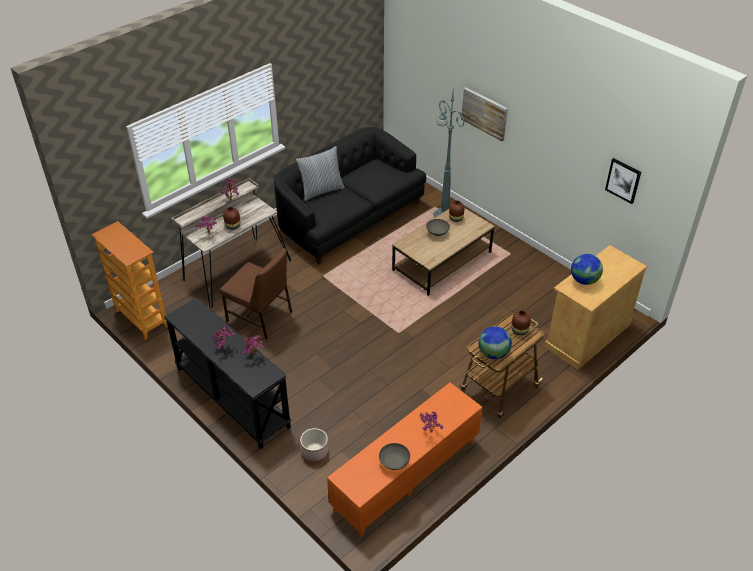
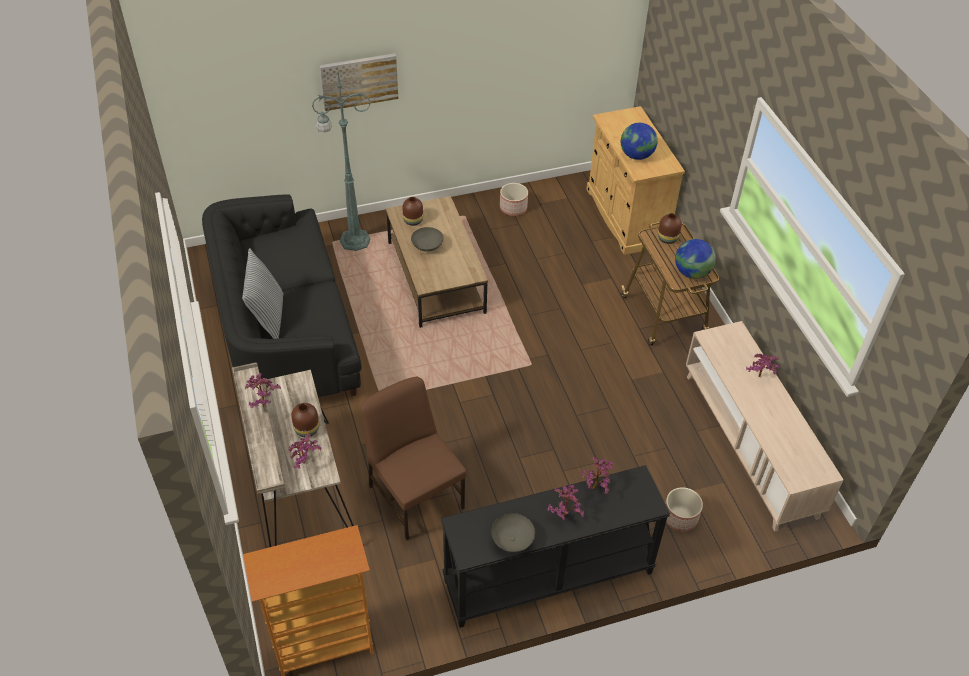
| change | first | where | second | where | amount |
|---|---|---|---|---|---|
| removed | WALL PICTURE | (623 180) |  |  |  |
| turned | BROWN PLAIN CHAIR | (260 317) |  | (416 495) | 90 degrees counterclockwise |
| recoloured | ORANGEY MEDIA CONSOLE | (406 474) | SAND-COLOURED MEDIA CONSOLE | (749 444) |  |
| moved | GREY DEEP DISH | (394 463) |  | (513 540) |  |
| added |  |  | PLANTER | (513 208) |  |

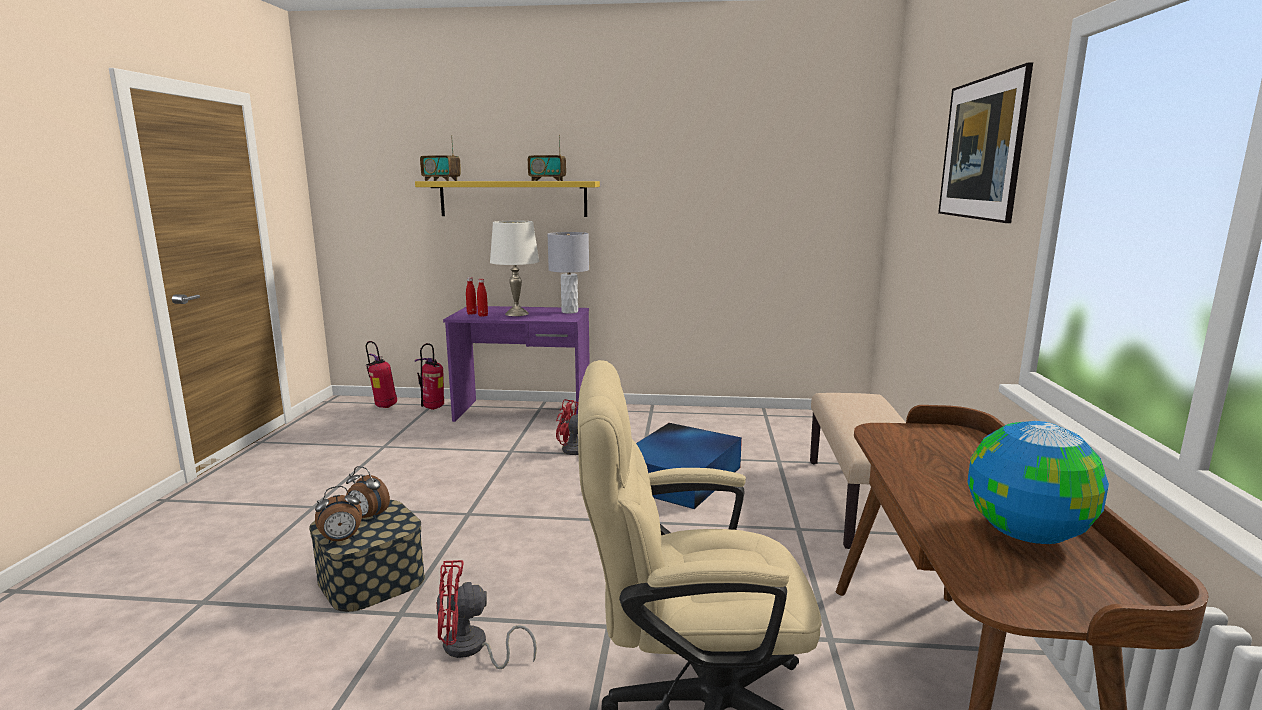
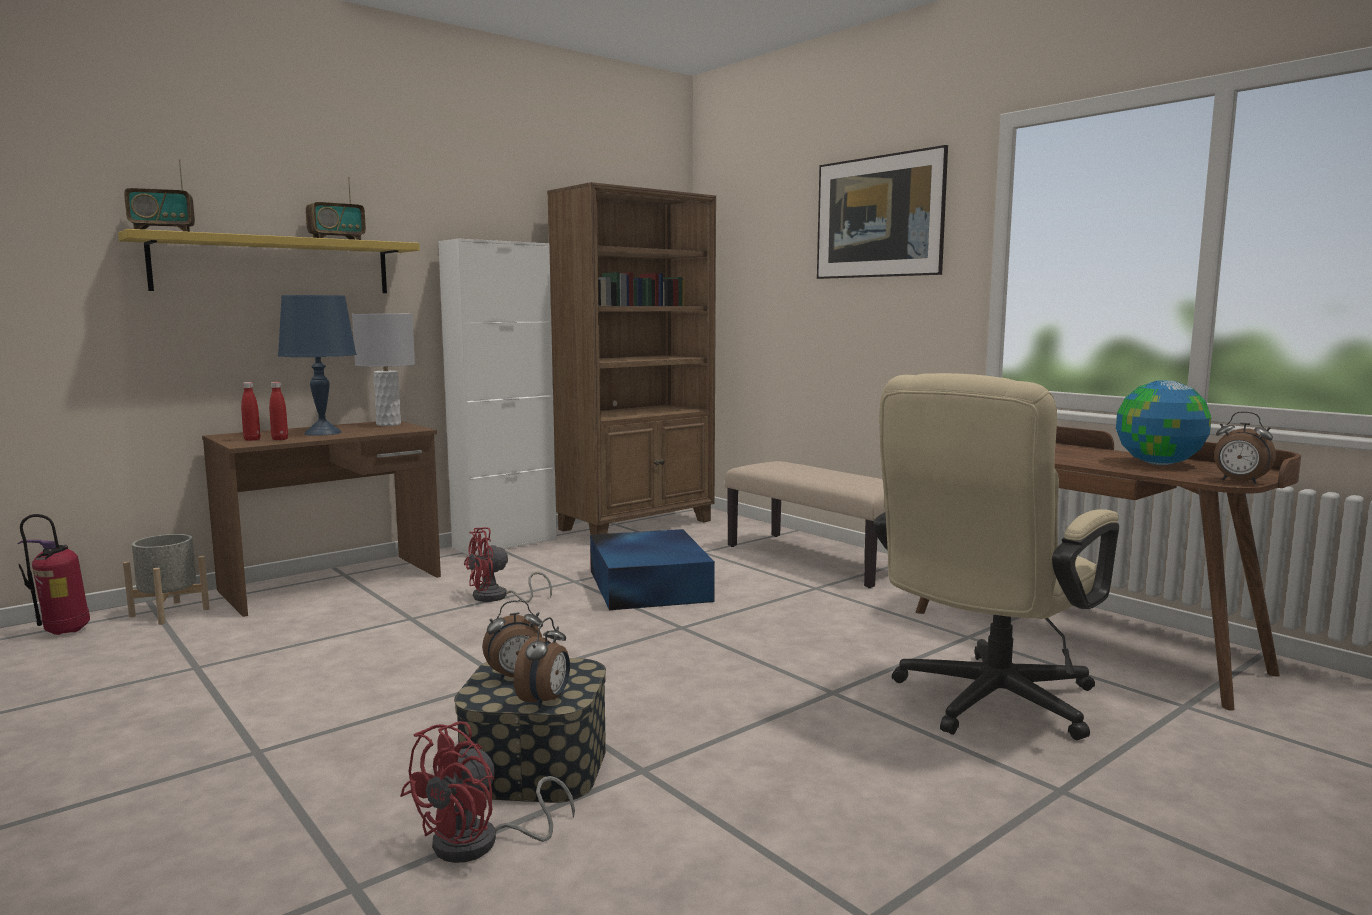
| change | first | where | second | where | amount |
|---|---|---|---|---|---|
| recoloured | WHITISH LAMP FOR A TABLE | (516 314) | BLUISH LAMP FOR A TABLE | (322 433) |  |
| recoloured | PURPLISH DESK | (523 413) | BROWN DESK | (333 583) |  |
| replaced | FIRE EXTINGUISHER | (433 408) | GREY PLANTER | (169 613) |  |
| moved | RED-COLOURED ELECTRIC FAN | (471 649) |  | (480 844) |  |
| added |  |  | BROWN SHELVING UNIT | (638 525) |  |
| added |  |  | WHITISH CABINET | (505 544) |  |
| added |  |  | BEDSIDE CLOCK | (1239 481) |  |

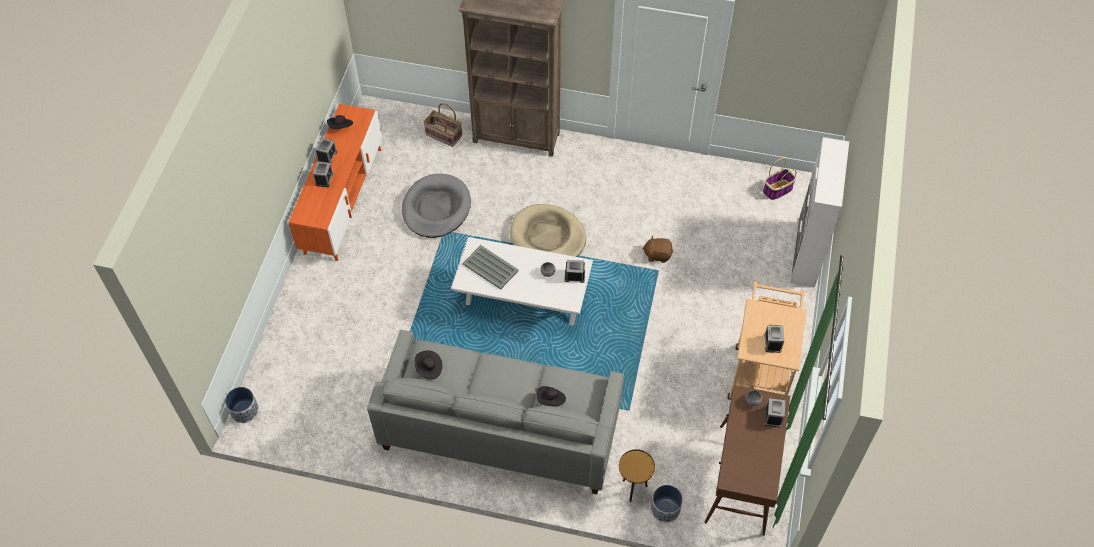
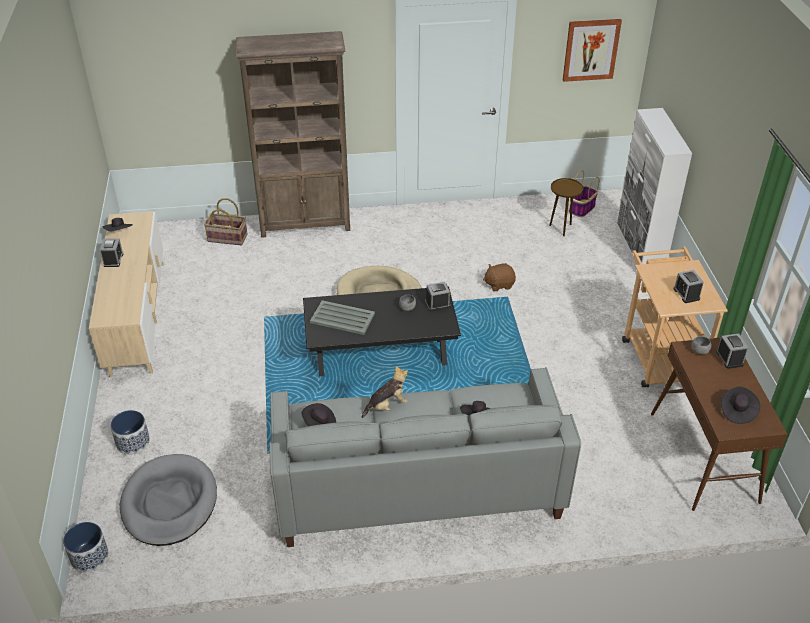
| change | first | where | second | where | amount |
|---|---|---|---|---|---|
| recoloured | ORANGEY MEDIA CONSOLE | (343 200) | SAND-COLOURED MEDIA CONSOLE | (137 316) |  |
| removed | BEDSIDE CLOCK | (324 179) |  |  |  |
| moved | GREY DOG CUSHION | (436 208) |  | (169 503) |  |
| recoloured | WHITISH LOUNGE TABLE | (523 300) | BLACK-COLOURED LOUNGE TABLE | (381 357) |  |
| moved | BROWN END TABLE | (633 489) |  | (561 228) |  |
| moved | PLANTER | (665 509) |  | (132 442) |  |
| added |  |  | WALL PICTURE | (591 49) |  |
| added |  |  | SOFT TOY | (387 406) |  |
| added |  |  | BLACK-COLOURED WEARABLE HAT | (737 411) |  |

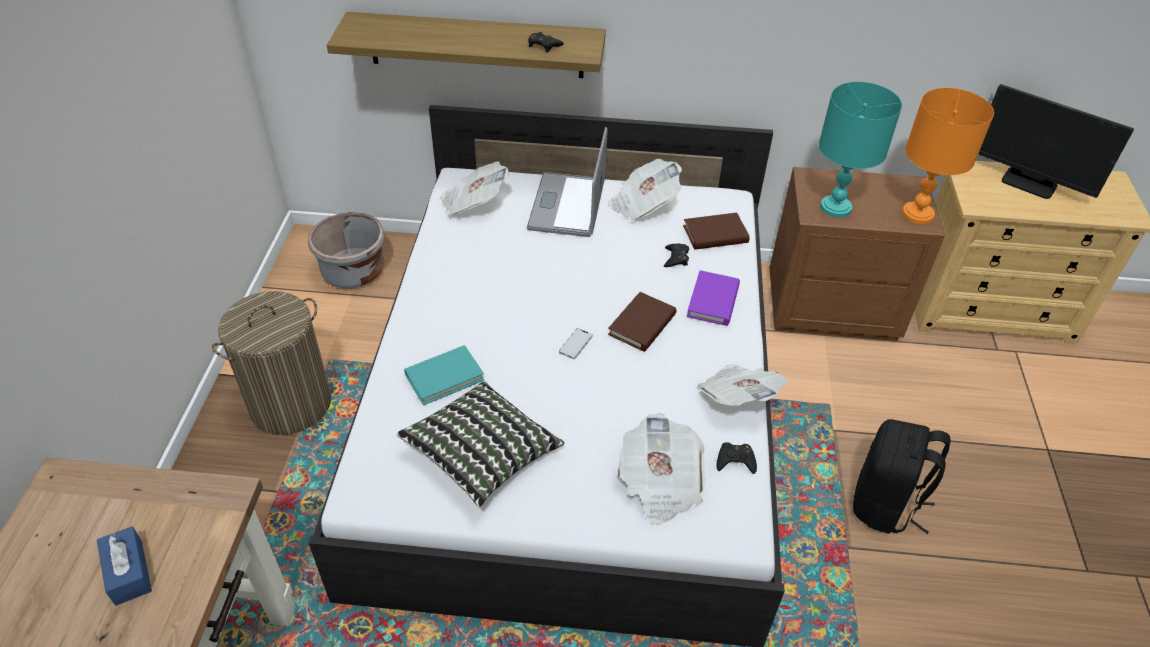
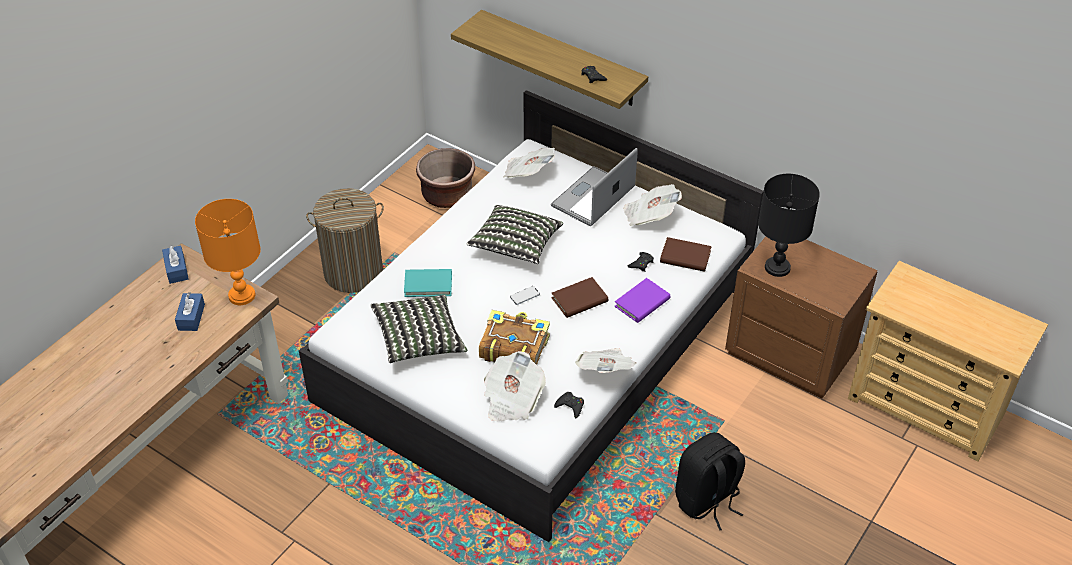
| change | first | where | second | where | amount |
|---|---|---|---|---|---|
| recoloured | TURQUOISE-COLOURED LAMP FOR A TABLE | (835 208) | BLACK-COLOURED LAMP FOR A TABLE | (777 268) |  |
| removed | COMPUTER DISPLAY | (1029 183) |  |  |  |
| moved | ORANGEY LAMP FOR A TABLE | (917 213) |  | (242 295) |  |
| recoloured | GREY PLANTER | (353 272) | BROWN PLANTER | (447 195) |  |
| added |  |  | PILLOW | (515 245) |  |
| added |  |  | BLUISH TISSUE BOX | (176 270) |  |
| added |  |  | VOLUME | (513 347) |  |

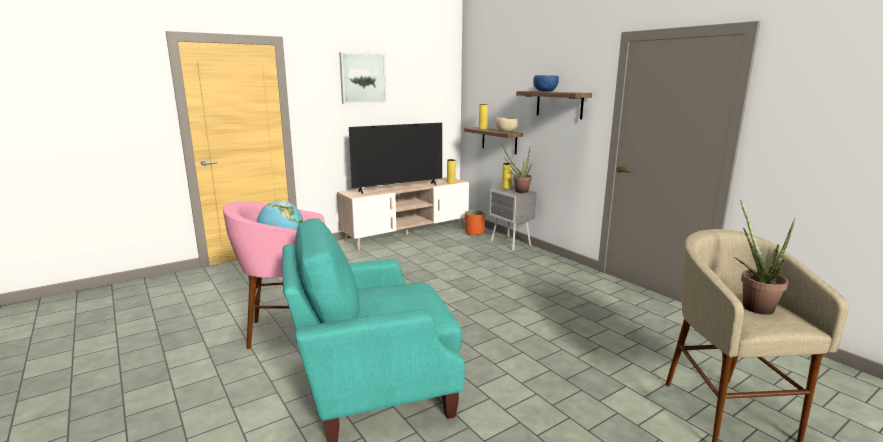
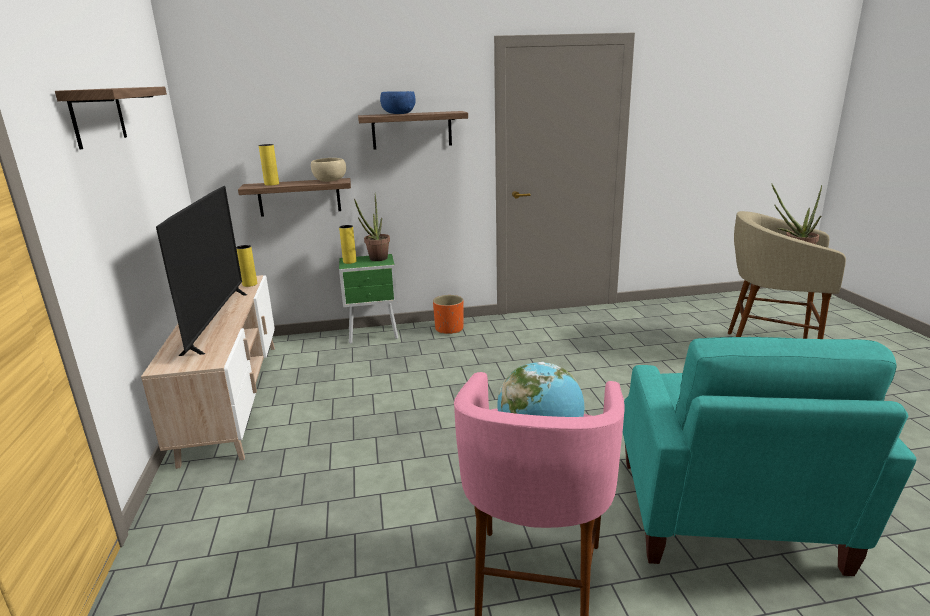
| change | first | where | second | where | amount |
|---|---|---|---|---|---|
| replaced | WALL PICTURE | (363 78) | BRACKET SHELF | (98 116) |  |
| recoloured | GREY NIGHT TABLE | (510 244) | GREEN-COLOURED NIGHT TABLE | (374 334) |  |
| moved | ORANGEY PLANTER | (474 233) |  | (449 329) |  |

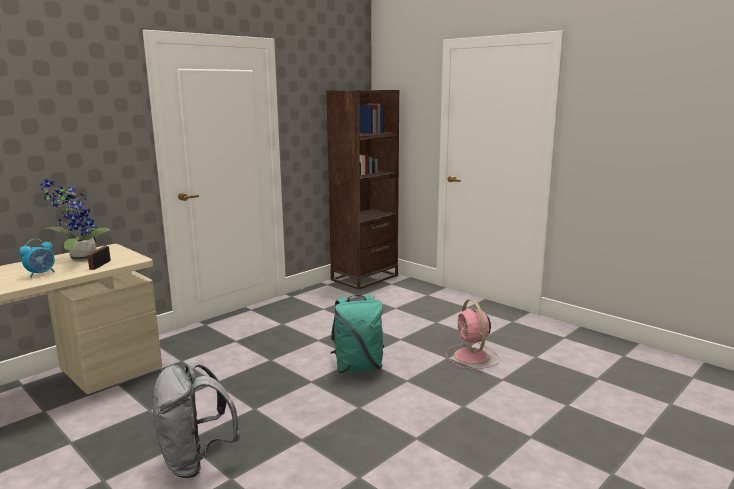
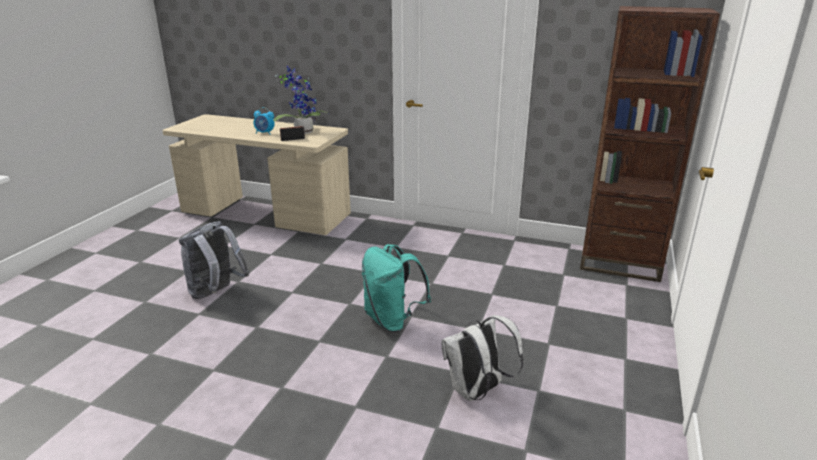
| change | first | where | second | where | amount |
|---|---|---|---|---|---|
| replaced | PINKISH ELECTRIC FAN | (472 357) | WHITISH KNAPSACK | (477 391) |  |

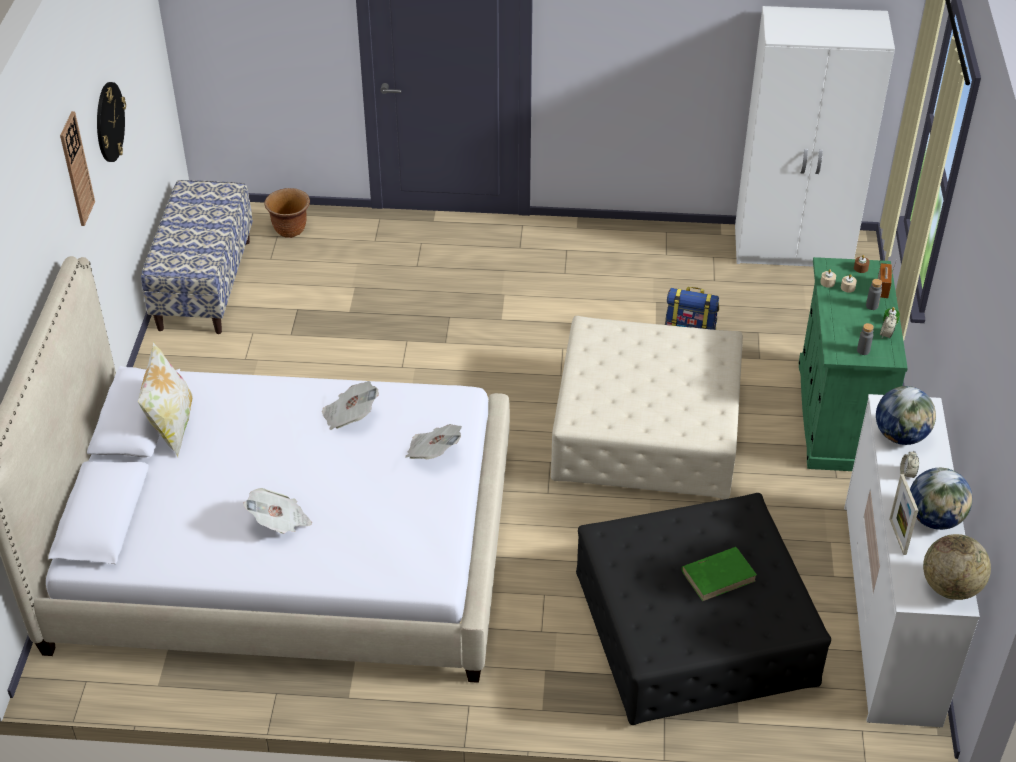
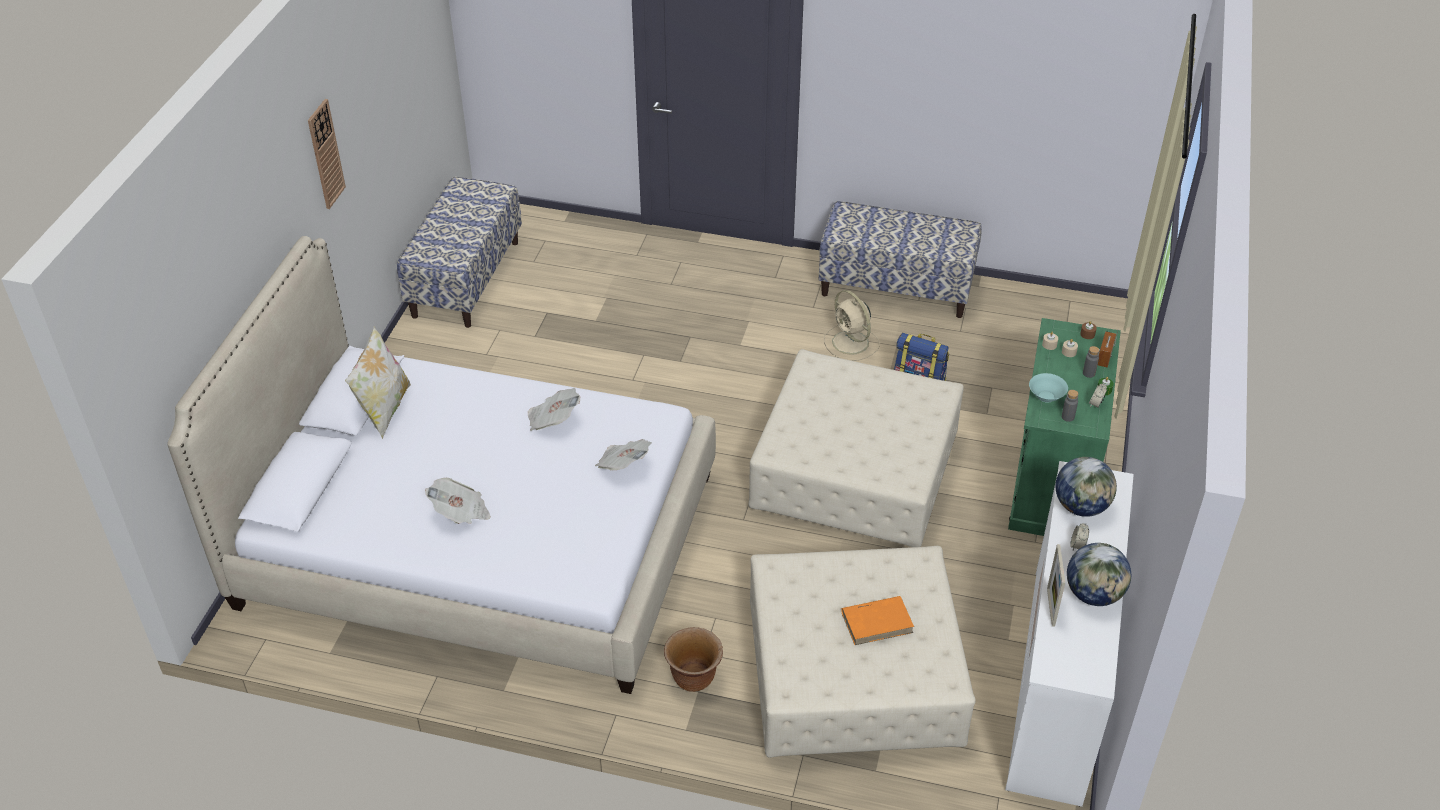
| change | first | where | second | where | amount |
|---|---|---|---|---|---|
| removed | WHITISH WARDROBE | (793 248) |  |  |  |
| removed | HANGING CLOCK | (109 122) |  |  |  |
| moved | BROWN PLANTER | (290 230) |  | (694 678) |  |
| recoloured | BLACK-COLOURED POUFFE | (693 633) | SAND-COLOURED POUFFE | (852 676) |  |
| removed | WORLD GLOBE | (950 587) |  |  |  |
| recoloured | GREEN-COLOURED VOLUME | (719 575) | ORANGEY VOLUME | (877 622) |  |
| added |  |  | BENCH | (896 287) |  |
| added |  |  | SAND-COLOURED ELECTRIC FAN | (851 343) |  |
| added |  |  | TURQUOISE-COLOURED DEEP DISH | (1046 396) |  |

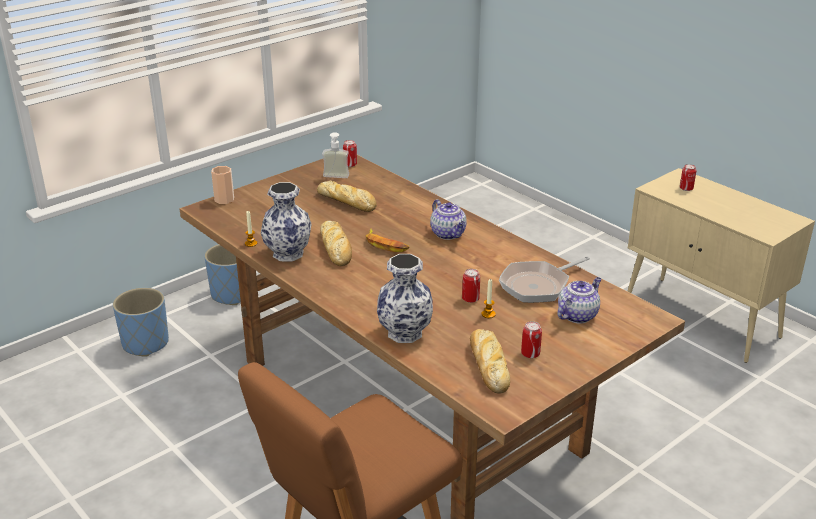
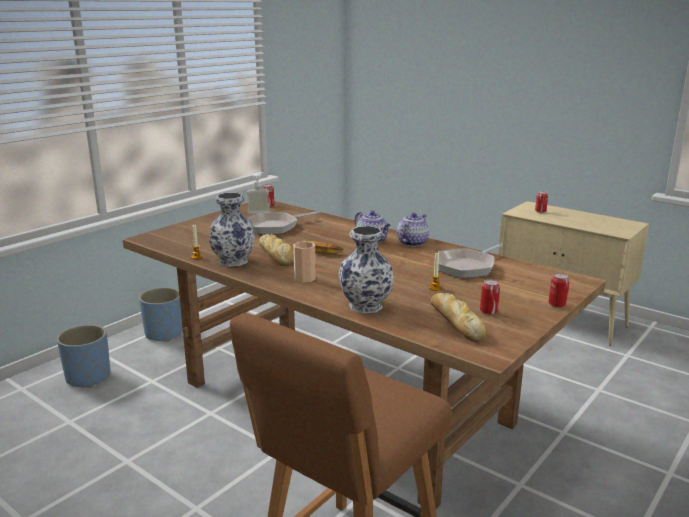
| change | first | where | second | where | amount |
|---|---|---|---|---|---|
| moved | DRINKING CUP | (224 199) |  | (305 278) |  |
| replaced | BREAD | (347 202) | PAN | (275 227) |  |
| moved | METAL CAN | (470 299) |  | (557 305) |  |
| moved | POT FOR TEA | (577 315) |  | (412 242) |  |

